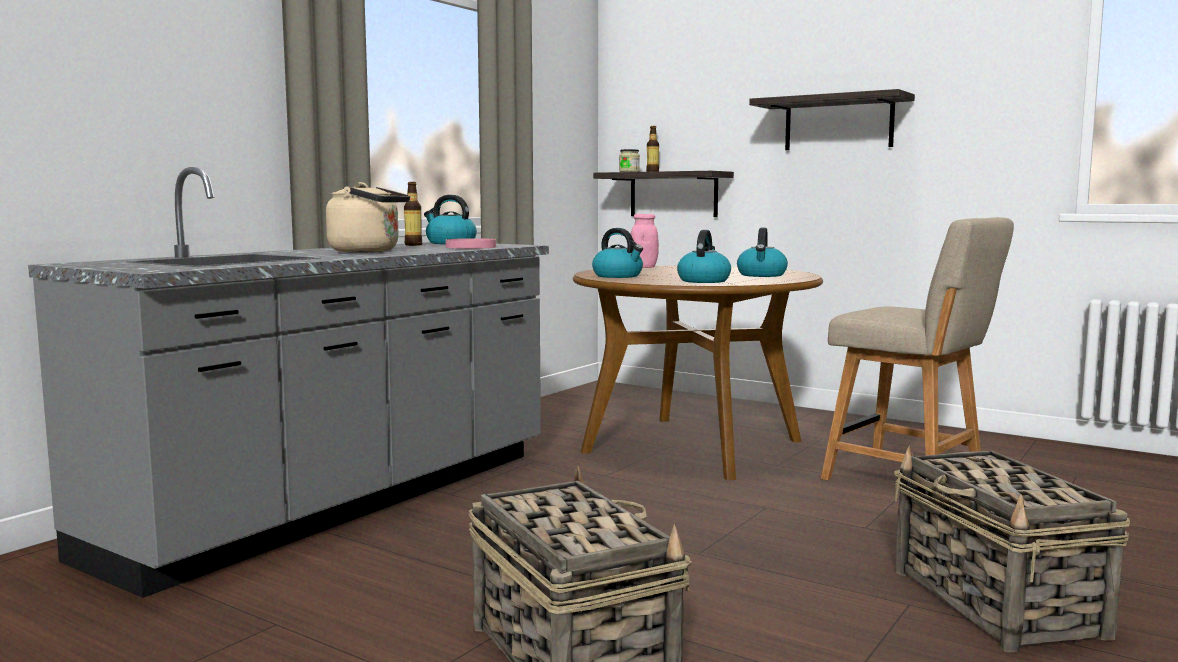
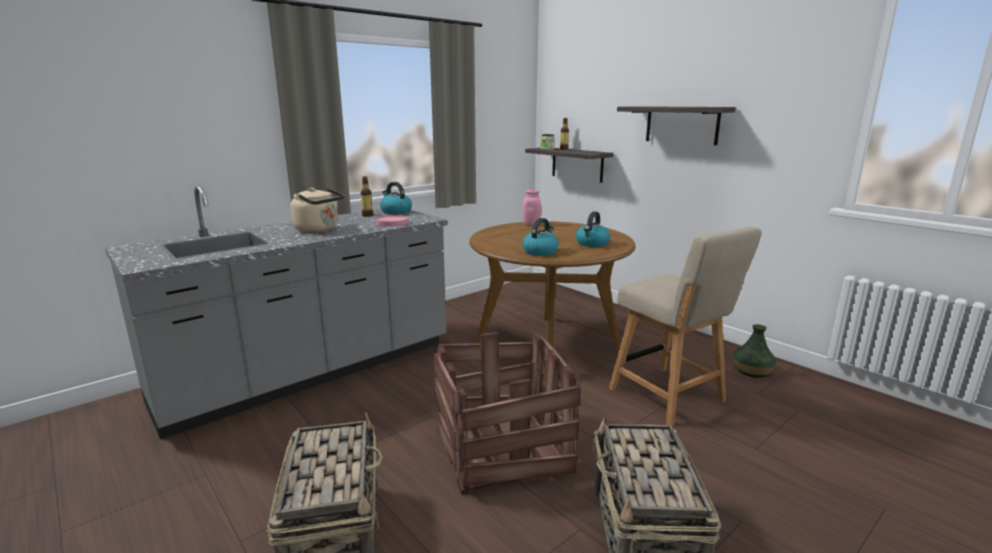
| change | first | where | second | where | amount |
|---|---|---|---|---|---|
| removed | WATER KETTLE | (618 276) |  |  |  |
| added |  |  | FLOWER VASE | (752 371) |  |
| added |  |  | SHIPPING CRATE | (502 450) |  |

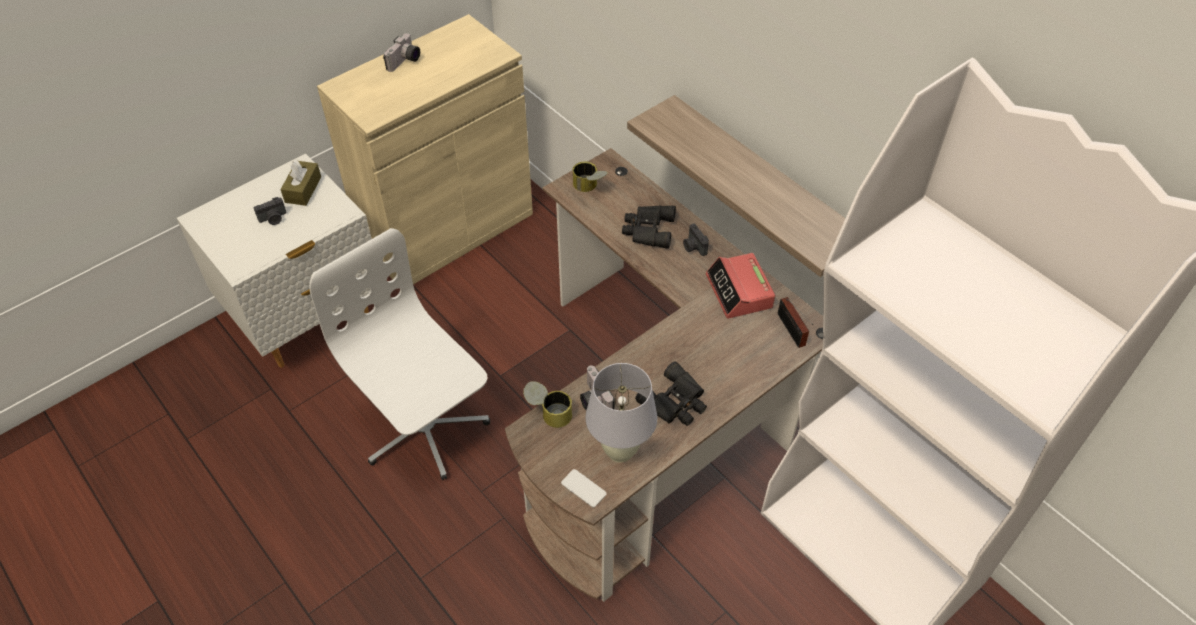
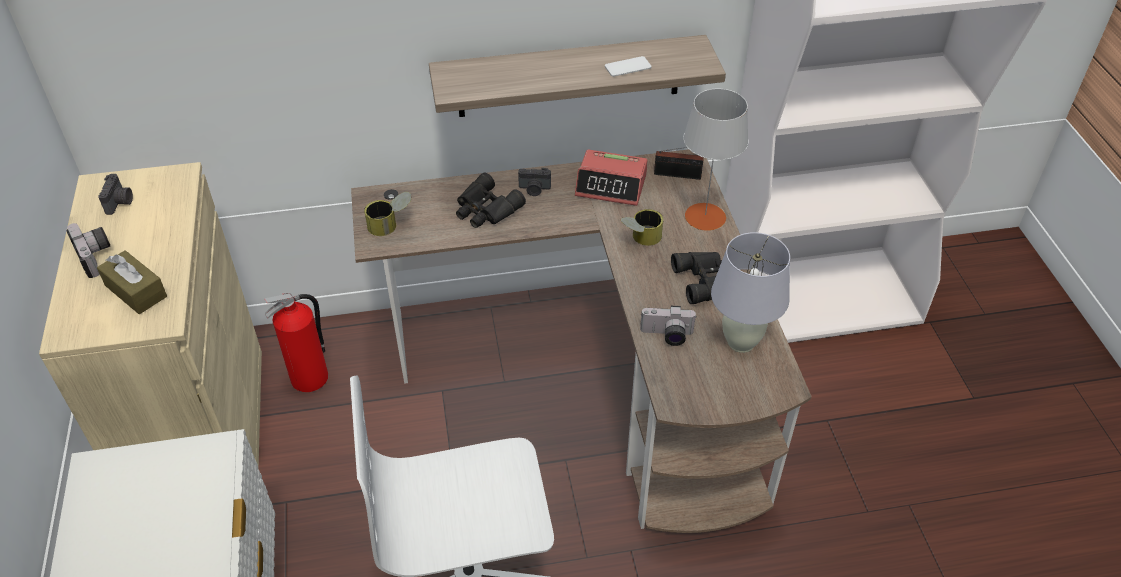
| change | first | where | second | where | amount |
|---|---|---|---|---|---|
| moved | BROWN TISSUE BOX | (303 189) |  | (136 291) |  |
| moved | STILL CAMERA | (273 219) |  | (120 202) |  |
| moved | METAL CAN | (549 412) |  | (640 239) |  |
| moved | PHONE | (583 488) |  | (628 67) |  |
| added |  |  | GREY LAMP FOR A TABLE | (705 217) |  |
| added |  |  | FIRE EXTINGUISHER | (310 378) |  |

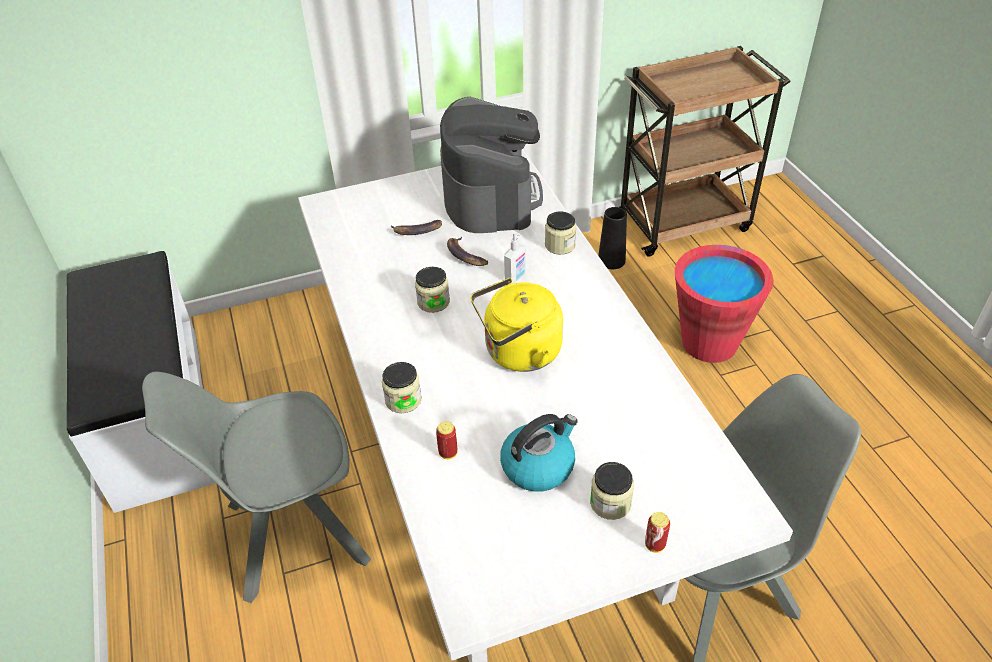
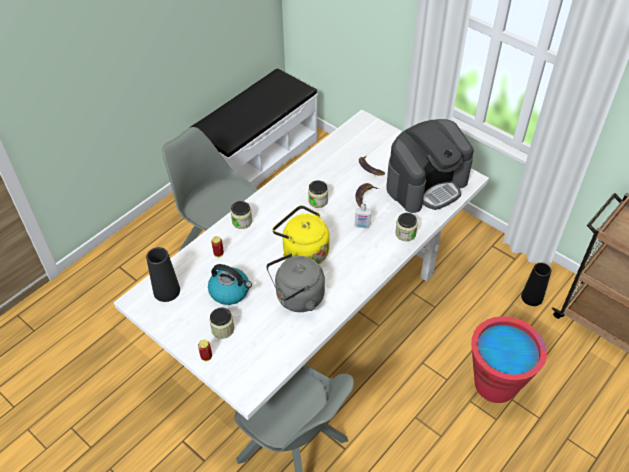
| change | first | where | second | where | amount |
|---|---|---|---|---|---|
| added |  |  | BLACK-COLOURED FLOWER VASE | (166 291) |  |
| added |  |  | GREY WATER KETTLE | (297 298) |  |

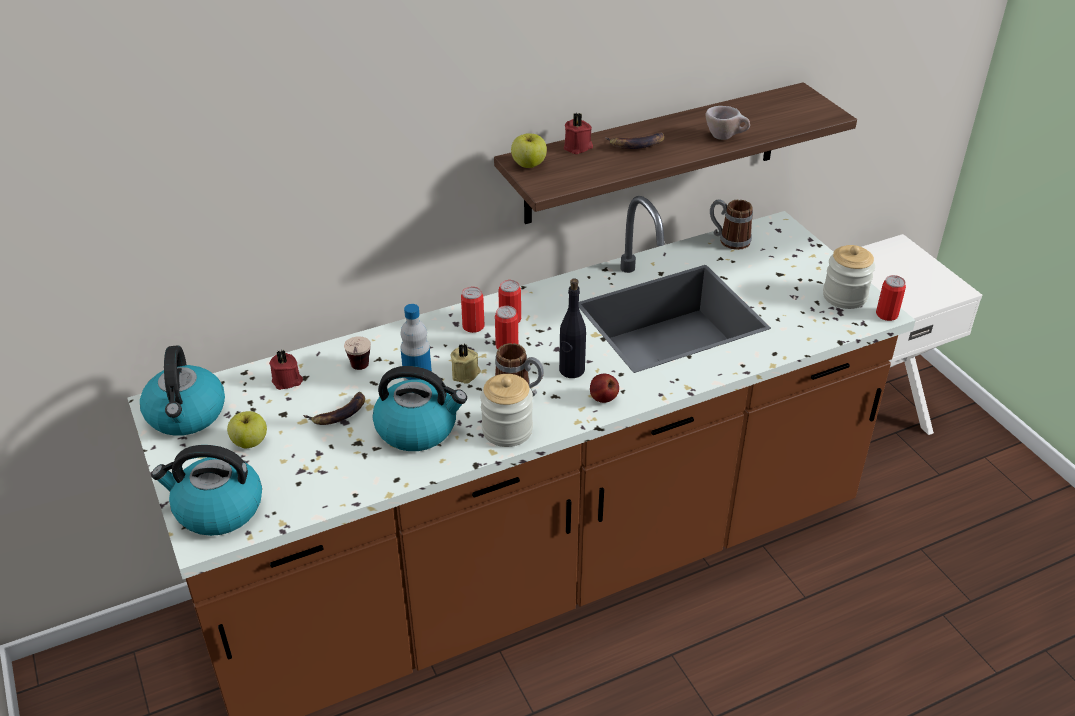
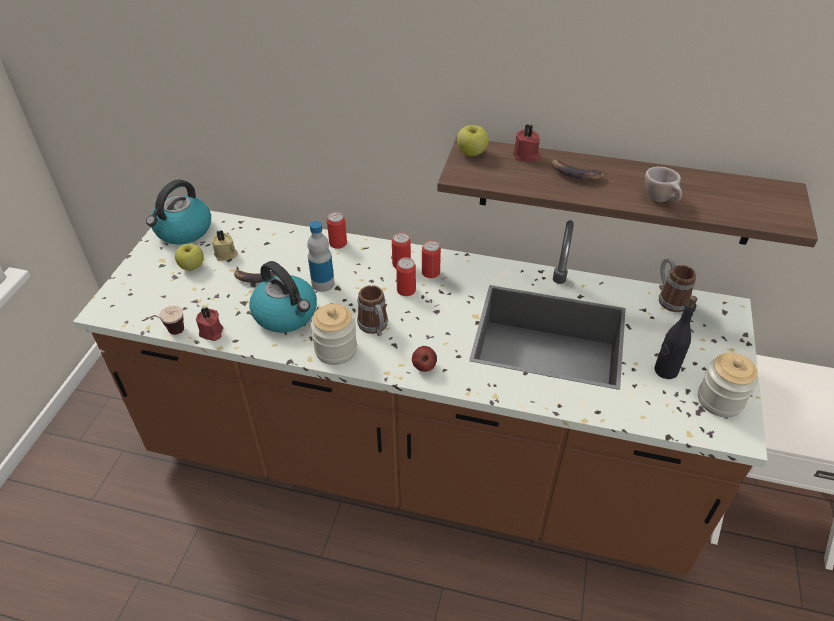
| change | first | where | second | where | amount |
|---|---|---|---|---|---|
| moved | METAL CAN | (886 314) |  | (338 243) |  |
| moved | BLACK-COLOURED BOTTLE | (571 370) |  | (665 370) |  |
| moved | DRINKING CUP | (359 371) |  | (169 335) |  |
| moved | SAND-COLOURED WAX LIGHT | (466 374) |  | (226 254) |  |
| moved | RED-COLOURED WAX LIGHT | (287 381) |  | (211 332) |  |
| removed | WATER KETTLE | (217 509) |  |  |  |

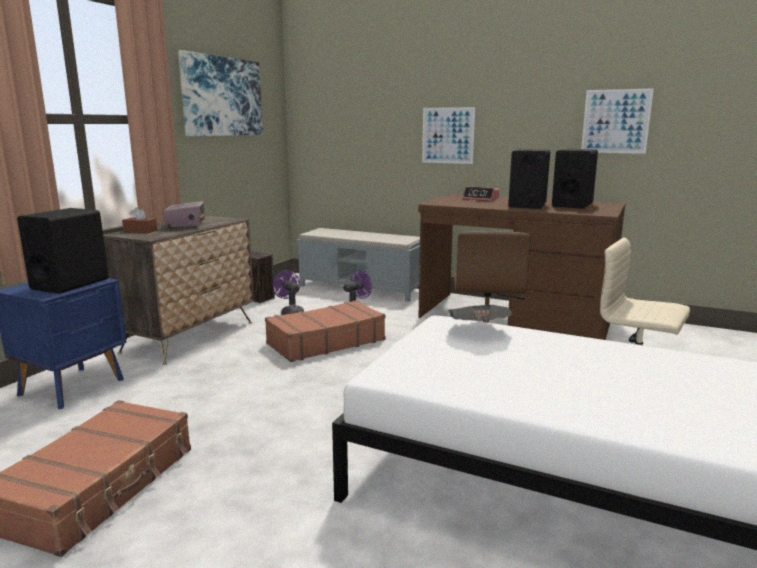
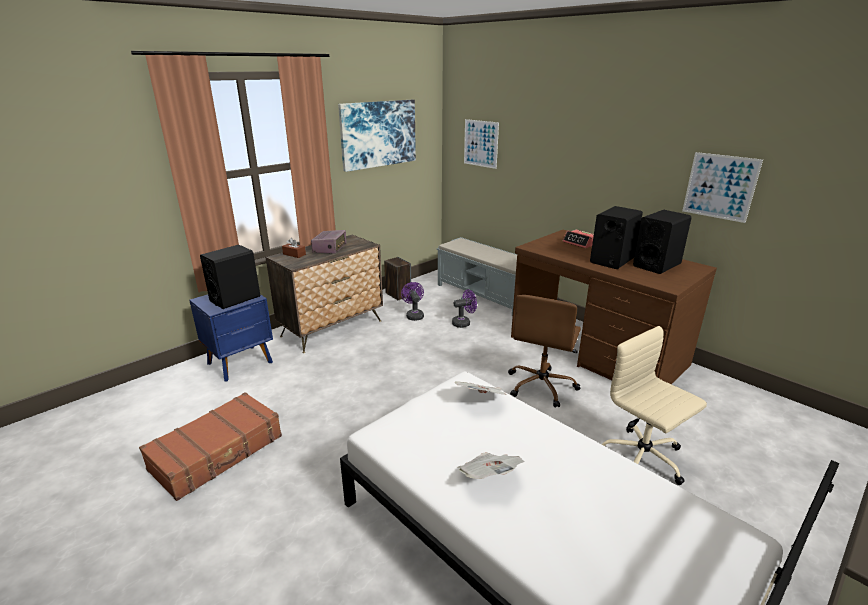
| change | first | where | second | where | amount |
|---|---|---|---|---|---|
| moved | WALL PICTURE | (448 135) |  | (480 143) |  |
| removed | BROWN PIECE OF LUGGAGE | (325 342) |  |  |  |
| added |  |  | PRINTED PAPER | (489 477) |  |

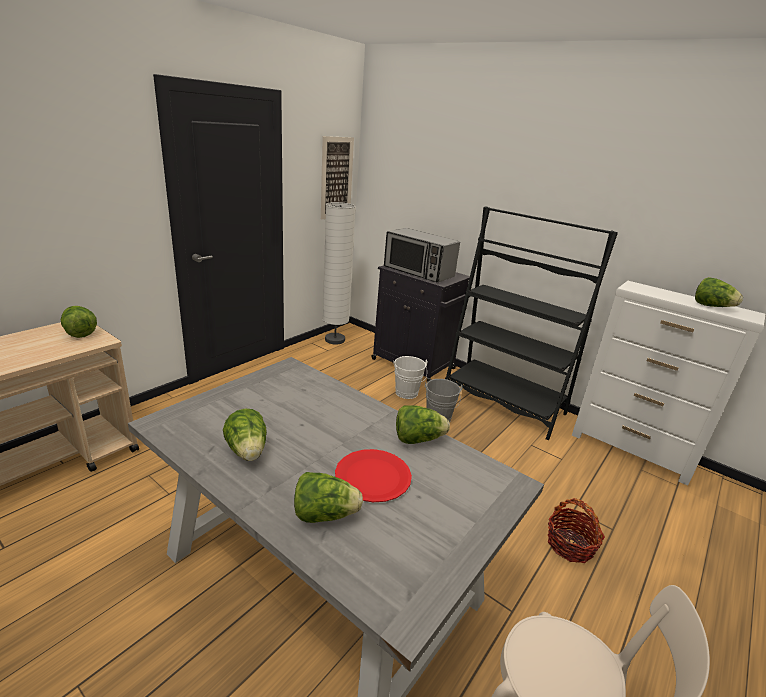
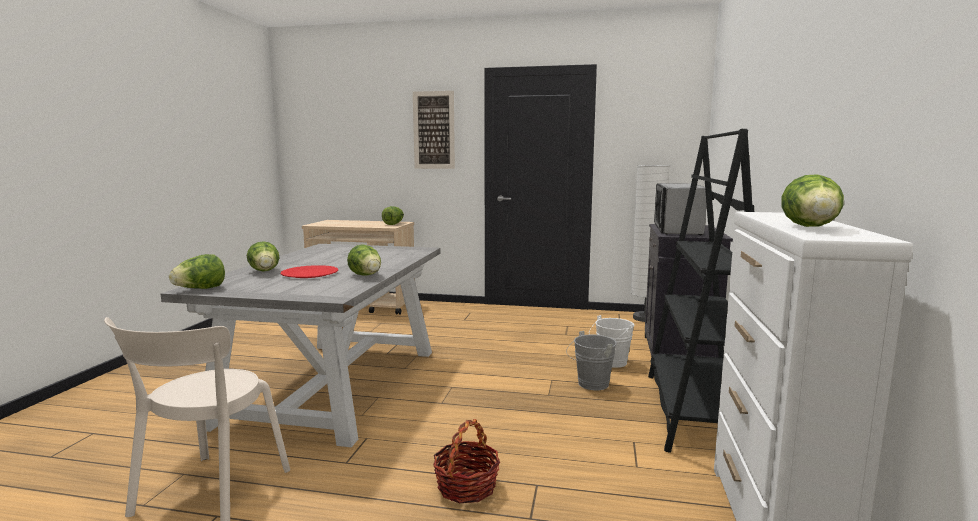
| change | first | where | second | where | amount |
|---|---|---|---|---|---|
| moved | WALL PICTURE | (336 178) |  | (434 130) |  |
| moved | HEAD OF LETTUCE | (248 451) |  | (200 289) |  |

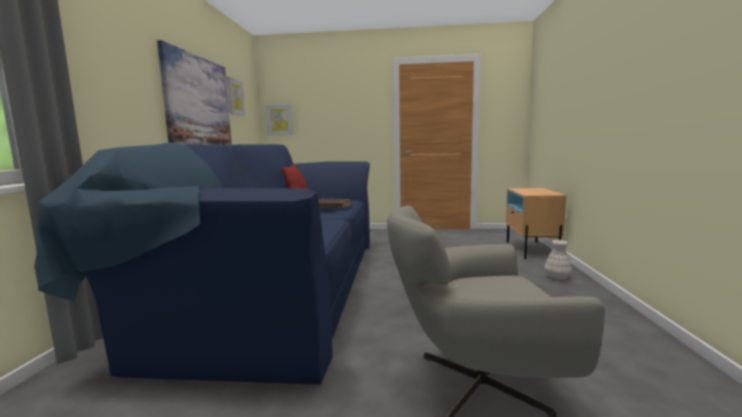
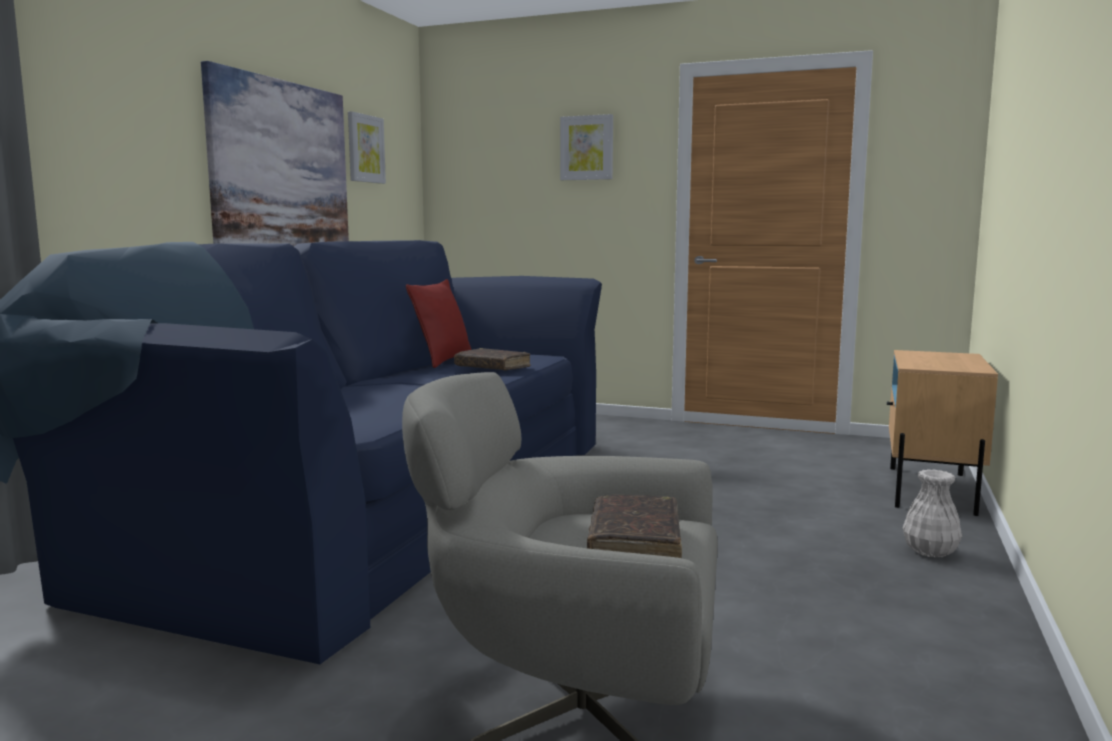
| change | first | where | second | where | amount |
|---|---|---|---|---|---|
| moved | WALL PICTURE | (280 120) |  | (587 148) |  |
| added |  |  | BROWN VOLUME | (634 543) |  |

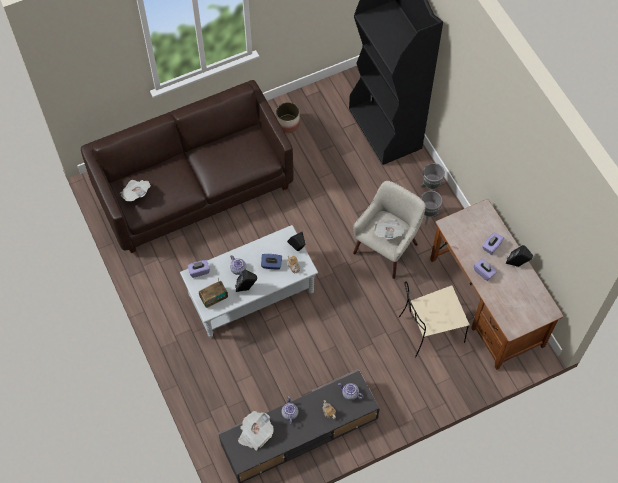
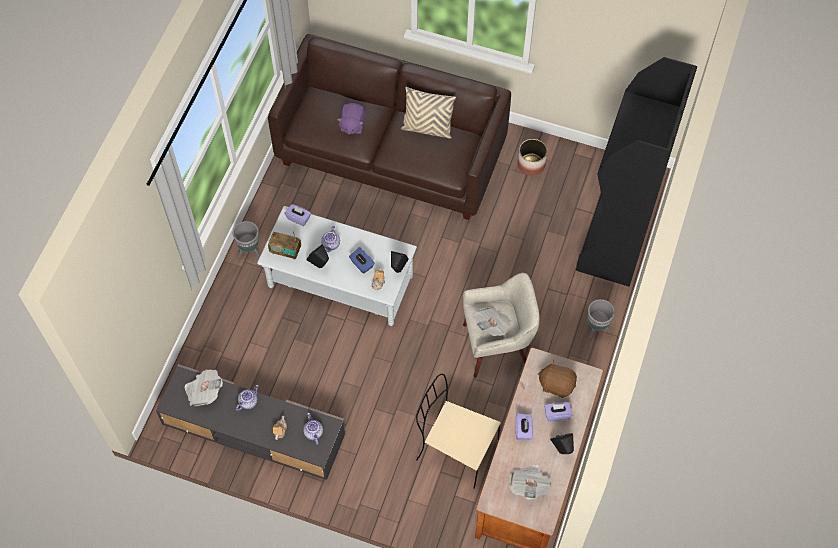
| change | first | where | second | where | amount |
|---|---|---|---|---|---|
| moved | PRINTED PAPER | (136 193) |  | (529 485) |  |
| moved | GREY PLANTER | (428 216) |  | (249 251) |  |
| added |  |  | SAND-COLOURED PILLOW | (427 128) |  |
| added |  |  | PURPLISH SOFT TOY | (352 125) |  |
| added |  |  | BROWN SOFT TOY | (556 384) |  |

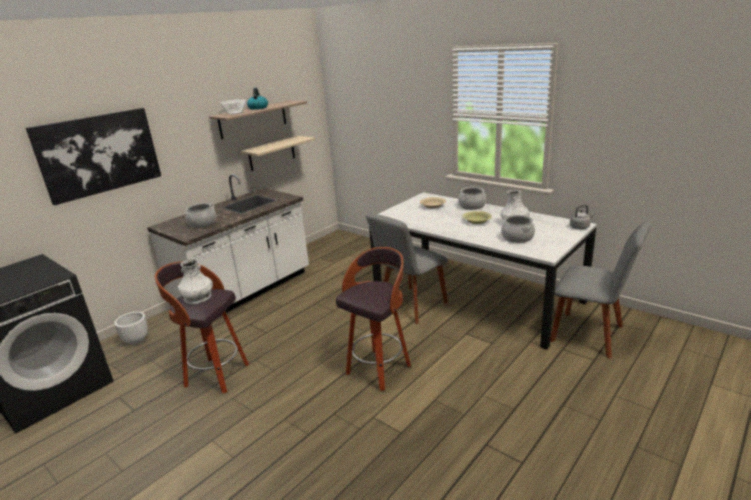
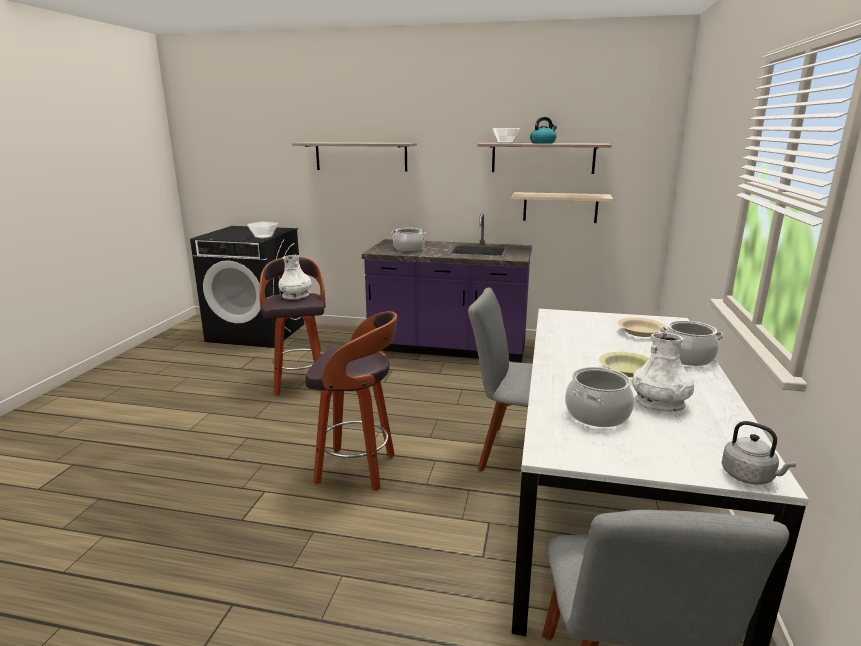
| change | first | where | second | where | amount |
|---|---|---|---|---|---|
| replaced | WALL PICTURE | (99 154) | BRACKET SHELF | (361 156) |  |
| recoloured | WHITISH KITCHEN BASE UNIT | (245 291) | PURPLISH KITCHEN BASE UNIT | (448 347) |  |
| removed | WHITISH PLANTER | (136 340) |  |  |  |
| added |  |  | DEEP DISH | (264 237) |  |

